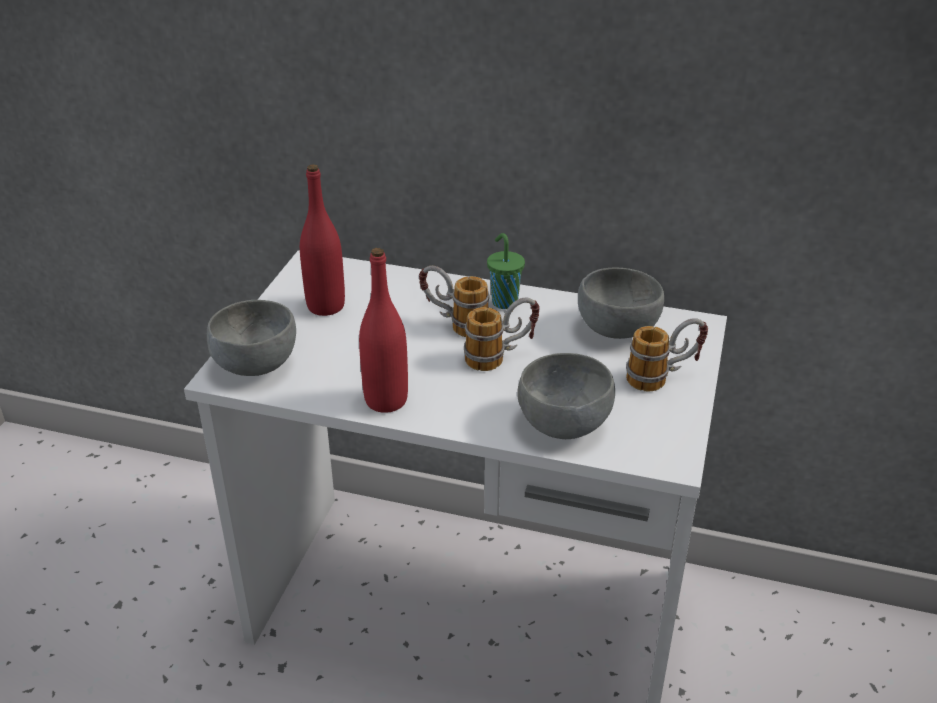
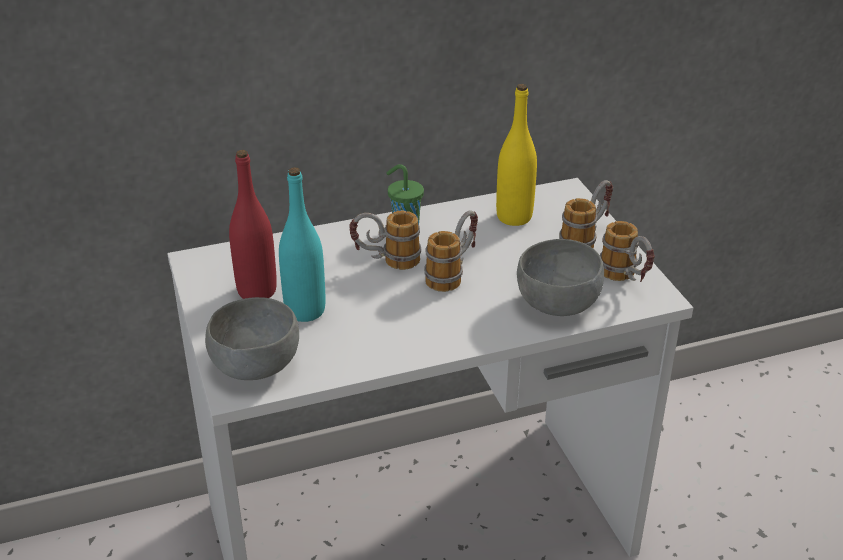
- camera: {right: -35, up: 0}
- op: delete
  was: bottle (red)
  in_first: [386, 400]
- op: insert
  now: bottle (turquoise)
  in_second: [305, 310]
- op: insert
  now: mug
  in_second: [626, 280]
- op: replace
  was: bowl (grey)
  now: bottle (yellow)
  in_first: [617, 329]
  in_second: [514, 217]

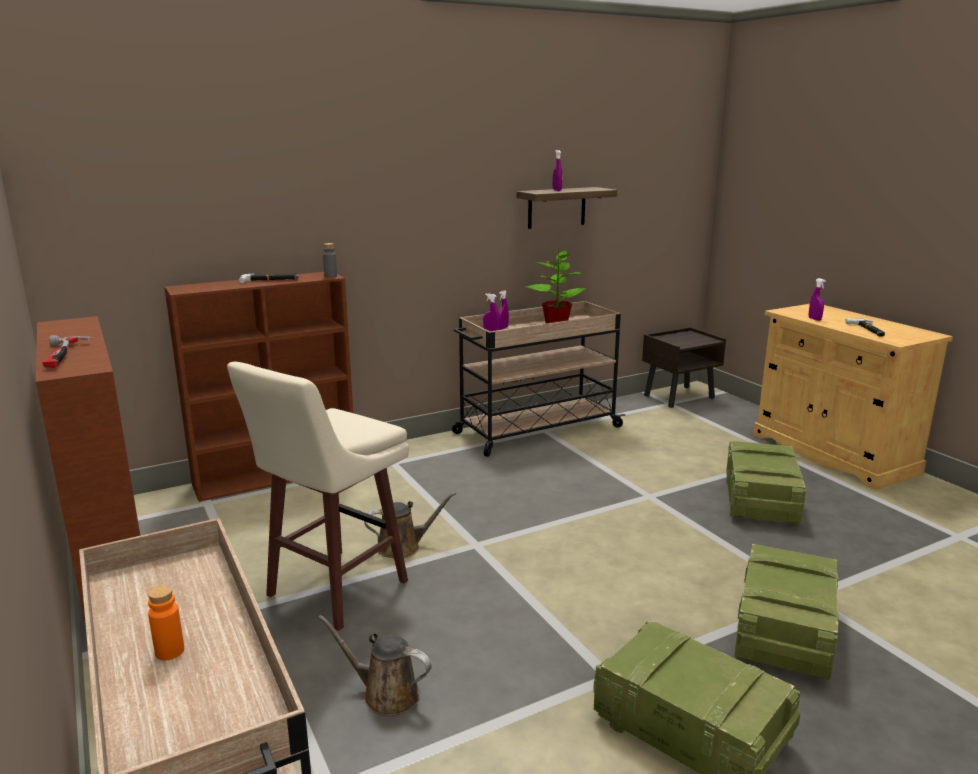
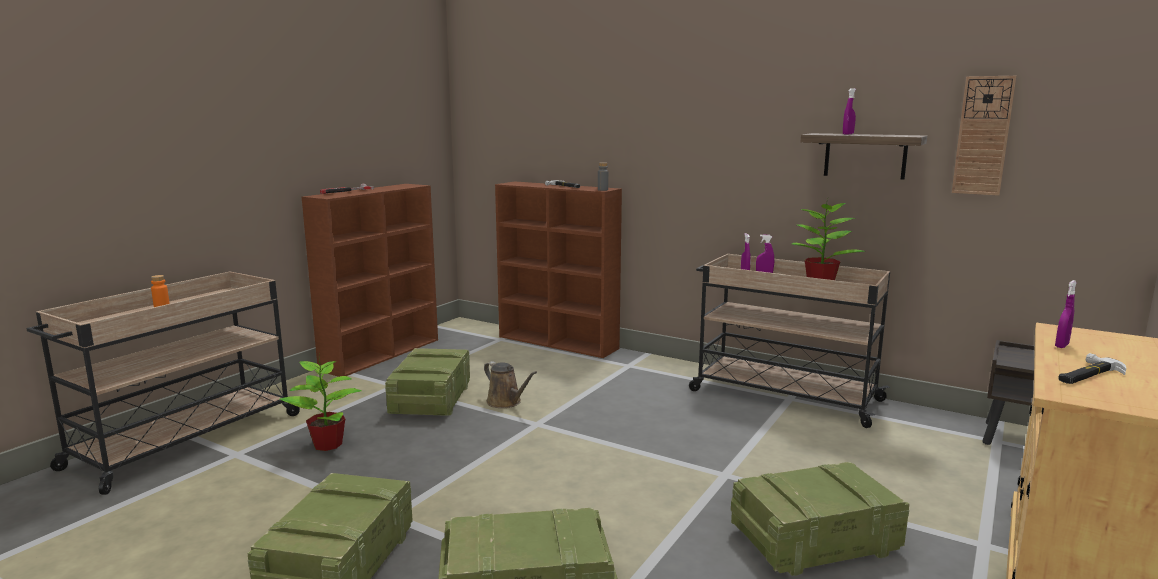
- camera: {right: 60, up: -5}
- op: insert
  now: wall clock
  in_second: [983, 136]
- op: replace
  was: stool (beige)
  now: crate
  in_first: [334, 590]
  in_second: [431, 399]
- op: replace
  was: watering can (brown)
  now: potted plant
  in_first: [386, 694]
  in_second: [329, 444]

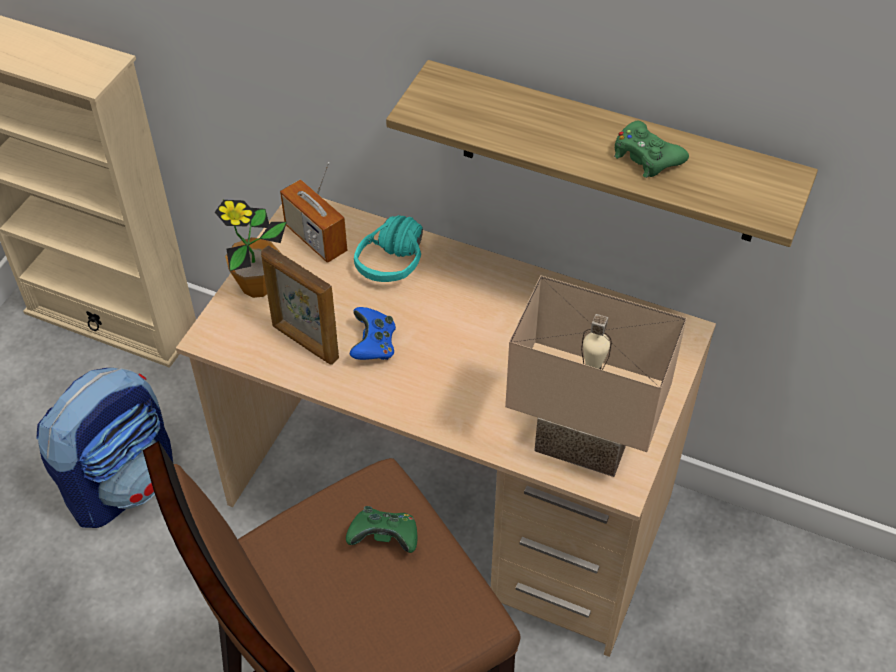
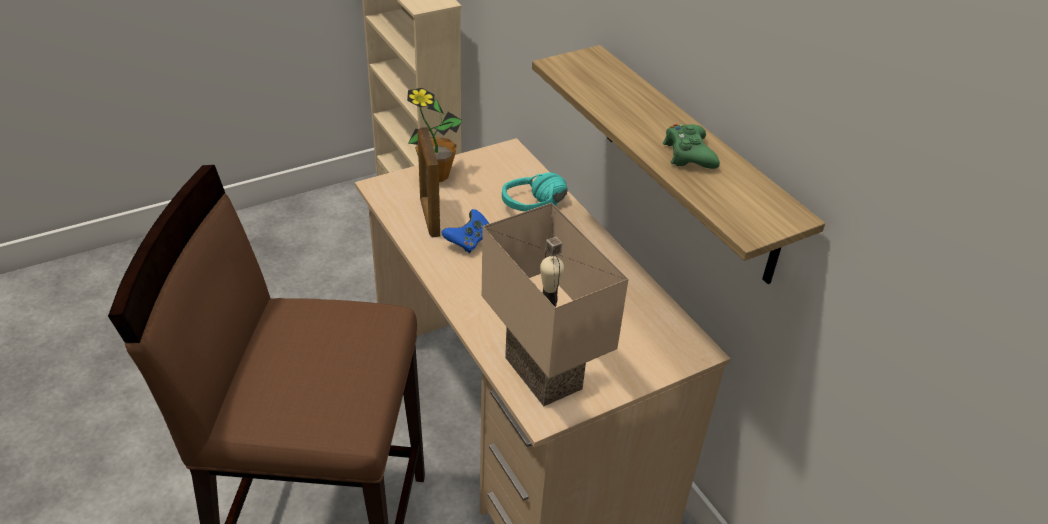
- camera: {right: 35, up: -10}
- op: delete
  was: backpack
  in_first: [122, 483]
- op: delete
  was: radio
  in_first: [315, 239]
- op: delete
  was: game controller (green)
  in_first: [385, 539]

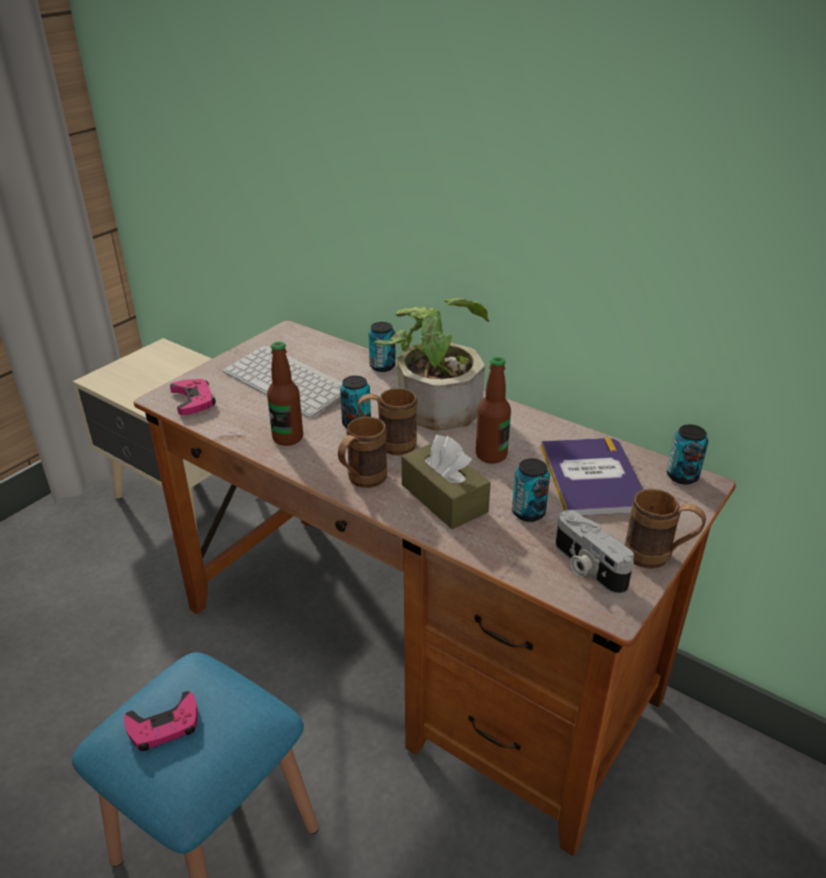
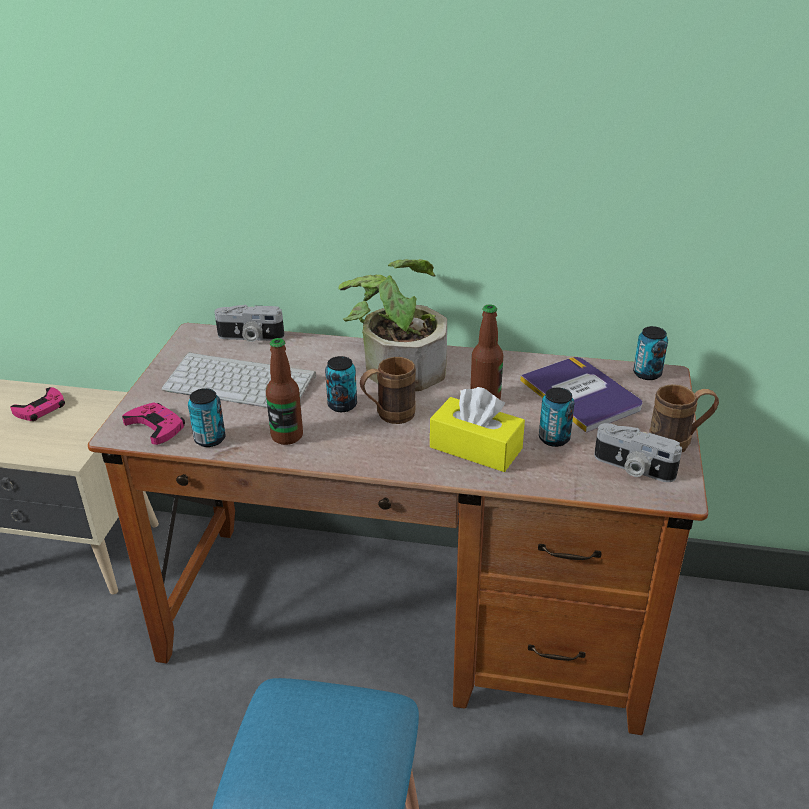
- camera: {right: -25, up: 0}
- op: delete
  was: mug (brown)
  in_first: [361, 481]
- op: insert
  now: photo camera
  in_second: [250, 337]
- op: move
  was: game controller (pink)
  in_first: [164, 726]
  in_second: [41, 409]
- op: move
  was: can
  in_first: [382, 366]
  in_second: [210, 439]
- op: recolor
  was: tissue box (brown)
  now: tissue box (yellow)
  in_first: [444, 498]
  in_second: [476, 448]

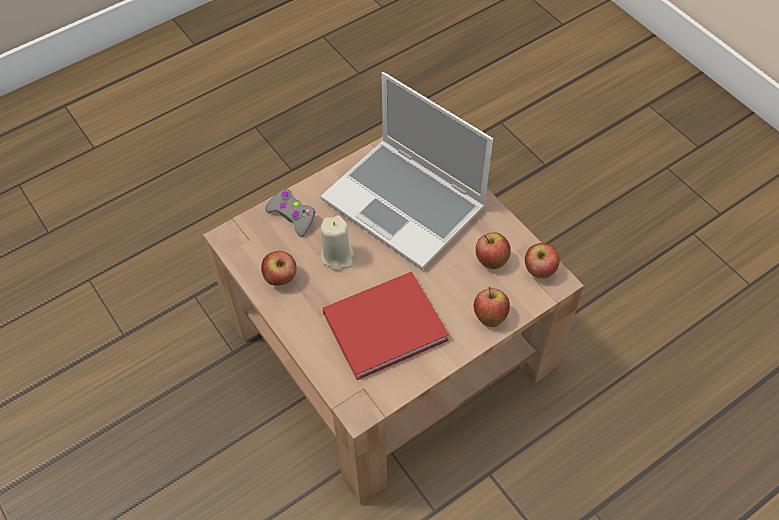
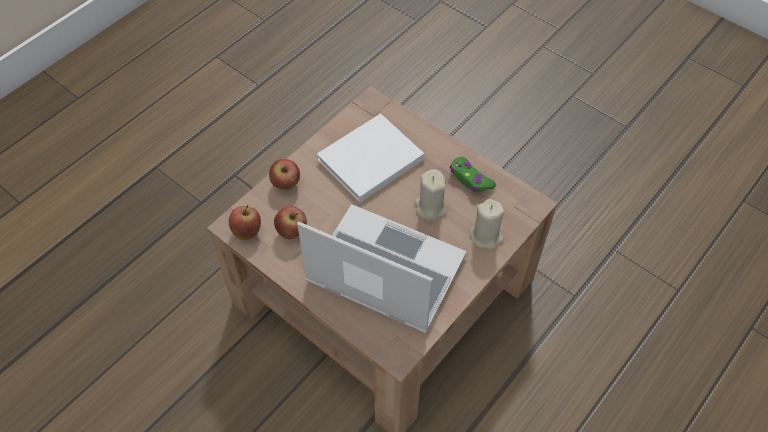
- camera: {right: 165, up: 0}
- op: replace
  was: apple
  now: game controller (green)
  in_first: [281, 279]
  in_second: [470, 179]
- op: replace
  was: game controller (grey)
  now: candle (beige)
  in_first: [292, 216]
  in_second: [486, 236]
- op: recolor
  was: book (red)
  now: book (white)
  in_first: [388, 325]
  in_second: [368, 161]

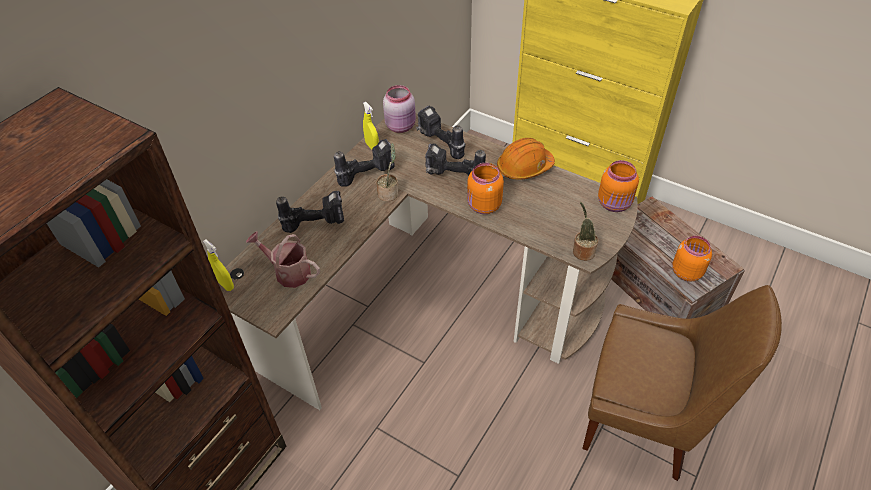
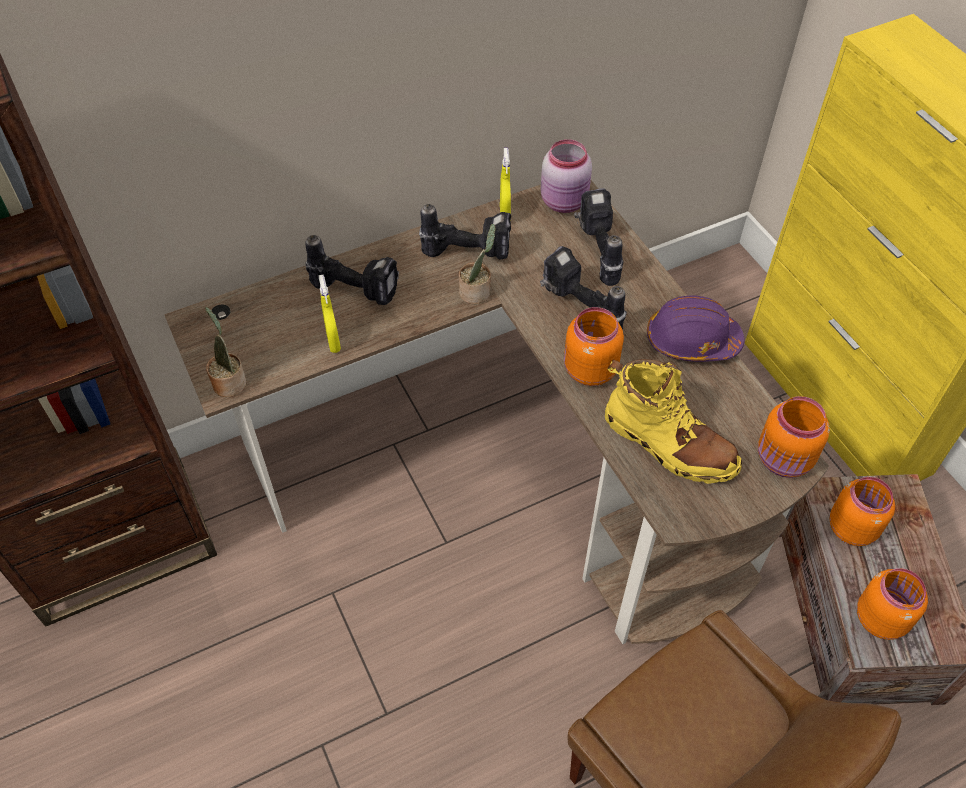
- camera: {right: 30, up: 5}
- op: delete
  was: watering can
  in_first: [288, 272]
- op: insert
  now: boot (yellow)
  in_second: [668, 444]
- op: insert
  now: jar (orange)
  in_second: [852, 527]
- op: move
  was: spray bottle (yellow)
  in_first: [225, 284]
  in_second: [333, 341]
- op: move
  was: potted plant
  in_first: [582, 251]
  in_second: [229, 382]
- op: recolor
  was: hard hat (orange)
  now: hard hat (purple)
  in_first: [524, 167]
  in_second: [691, 341]

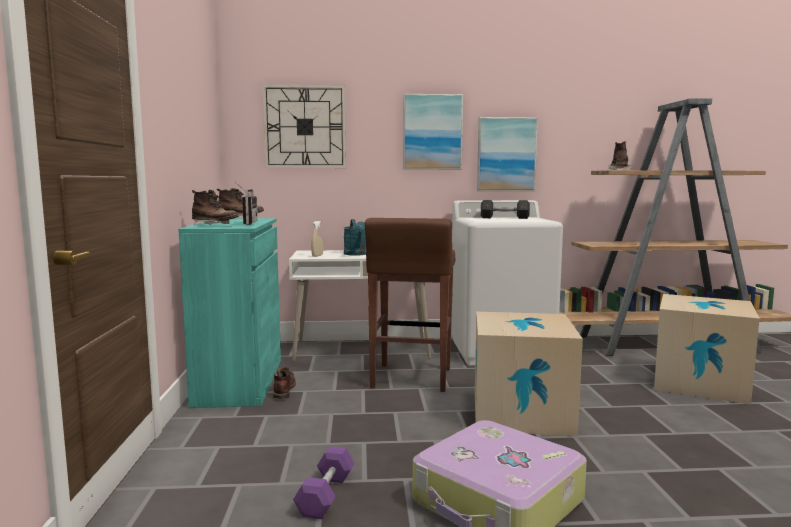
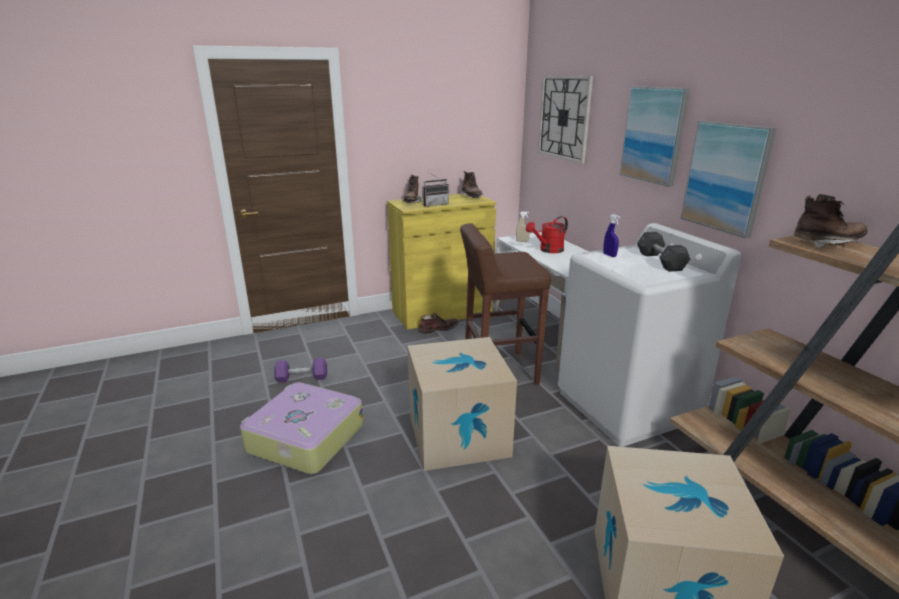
- camera: {right: 70, up: 15}
- op: insert
  now: spray bottle (blue)
  in_second: [609, 255]
- op: recolor
  was: cabinet (turquoise)
  now: cabinet (yellow)
  in_first: [240, 381]
  in_second: [442, 312]
- op: recolor
  was: watering can (turquoise)
  now: watering can (red)
  in_first: [357, 254]
  in_second: [548, 250]

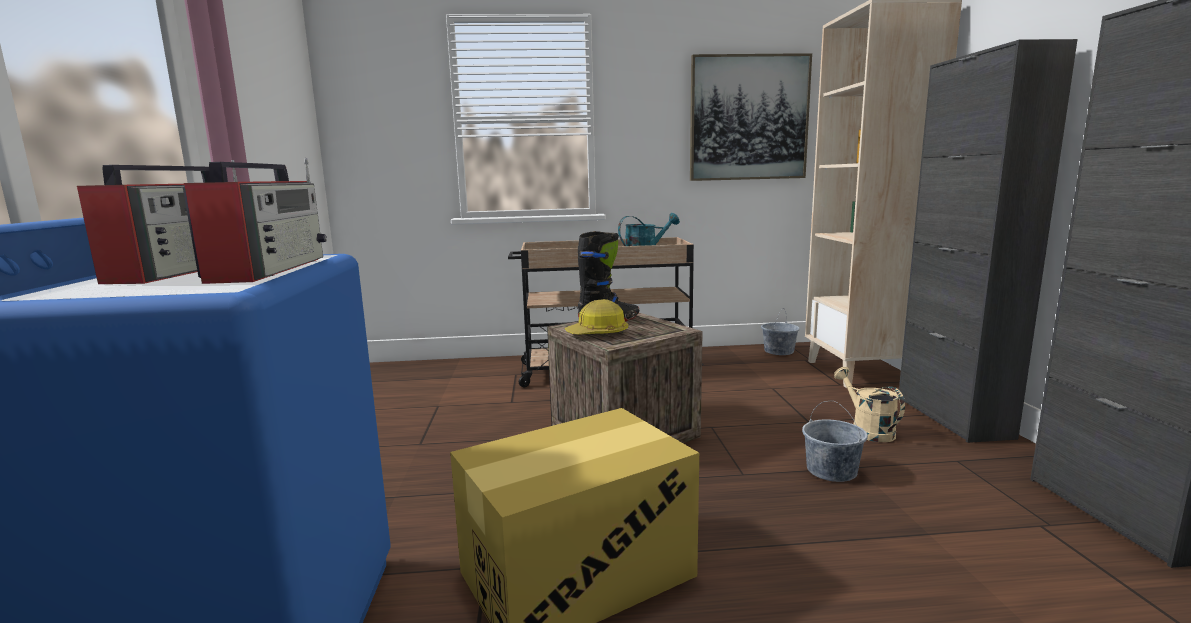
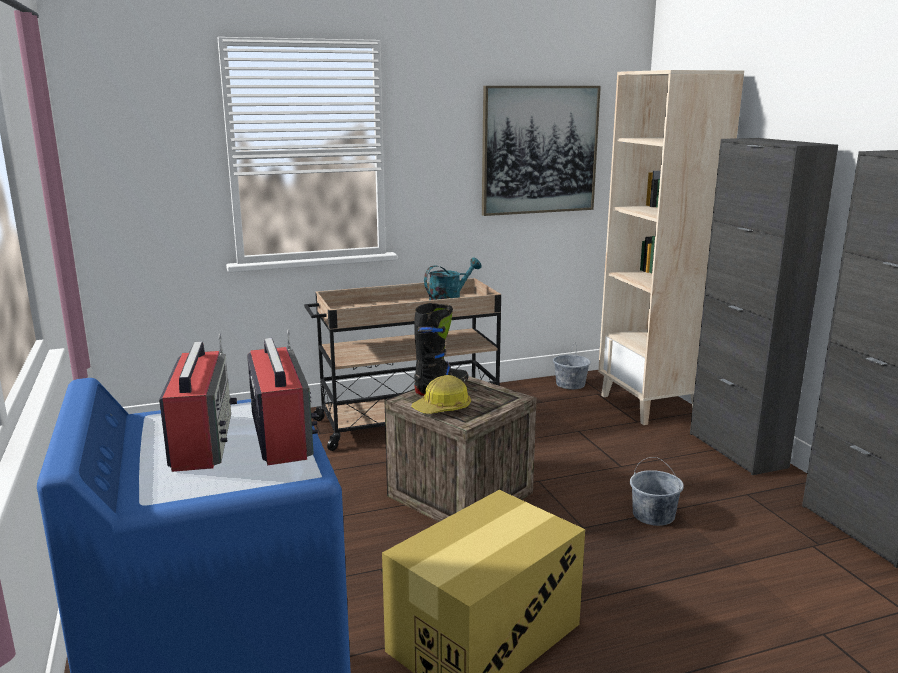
- camera: {right: -15, up: 5}
- op: delete
  was: watering can (beige)
  in_first: [867, 430]

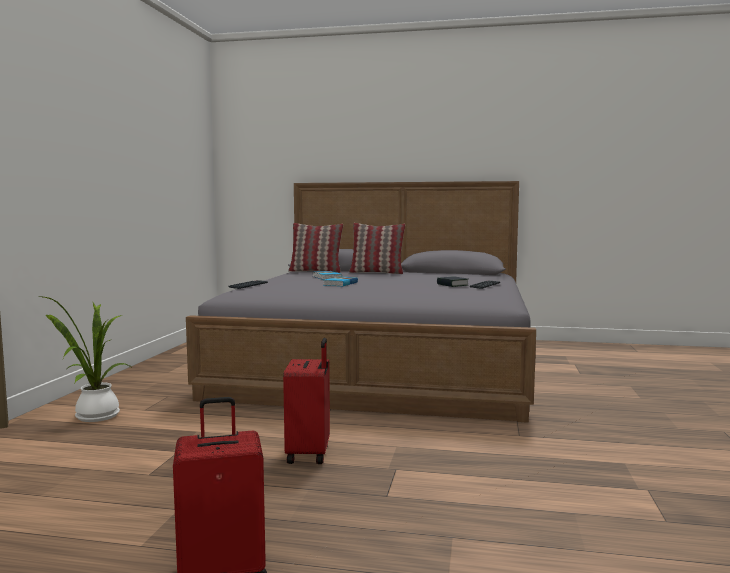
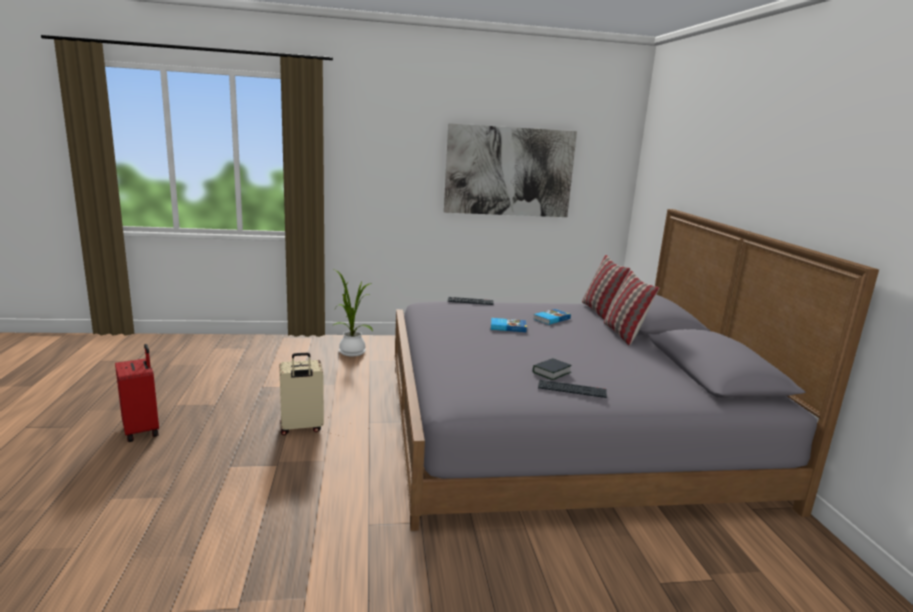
- camera: {right: 70, up: 10}
- op: insert
  now: picture
  in_second: [509, 171]
- op: recolor
  was: suitcase (red)
  now: suitcase (beige)
  in_first: [310, 454]
  in_second: [301, 428]

